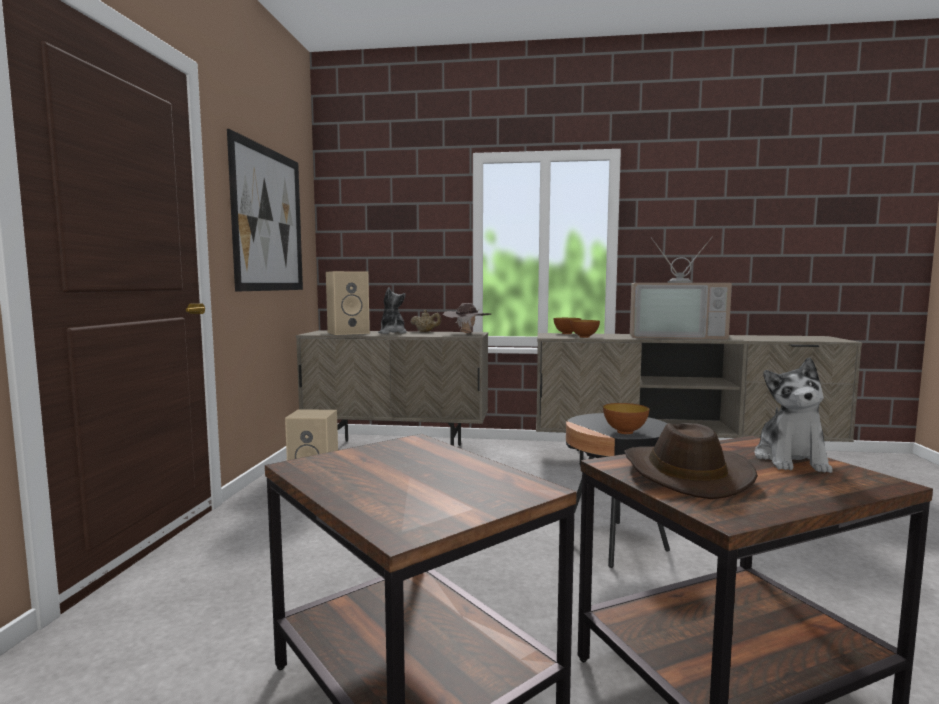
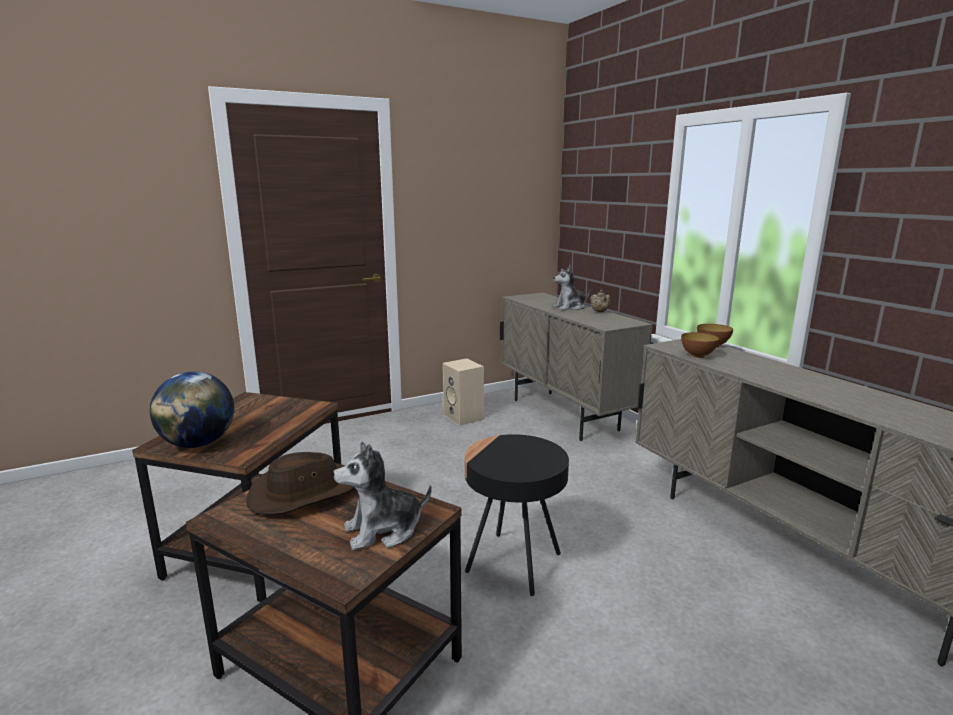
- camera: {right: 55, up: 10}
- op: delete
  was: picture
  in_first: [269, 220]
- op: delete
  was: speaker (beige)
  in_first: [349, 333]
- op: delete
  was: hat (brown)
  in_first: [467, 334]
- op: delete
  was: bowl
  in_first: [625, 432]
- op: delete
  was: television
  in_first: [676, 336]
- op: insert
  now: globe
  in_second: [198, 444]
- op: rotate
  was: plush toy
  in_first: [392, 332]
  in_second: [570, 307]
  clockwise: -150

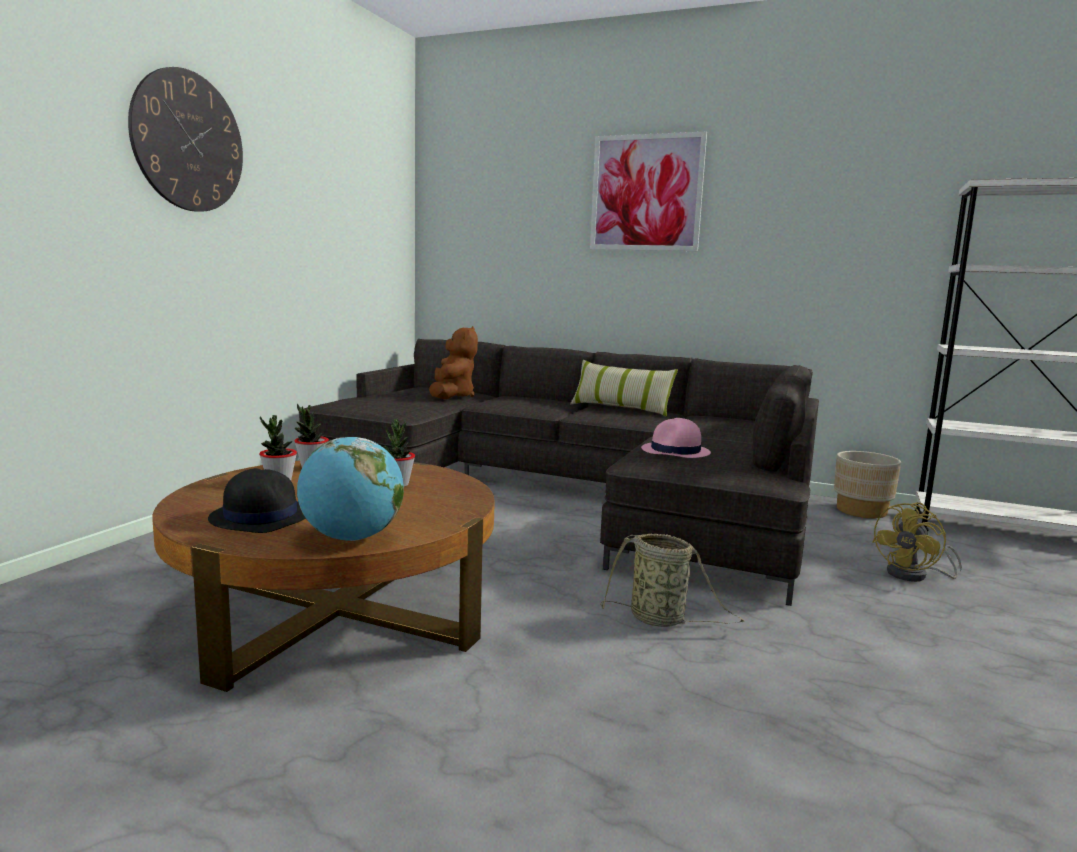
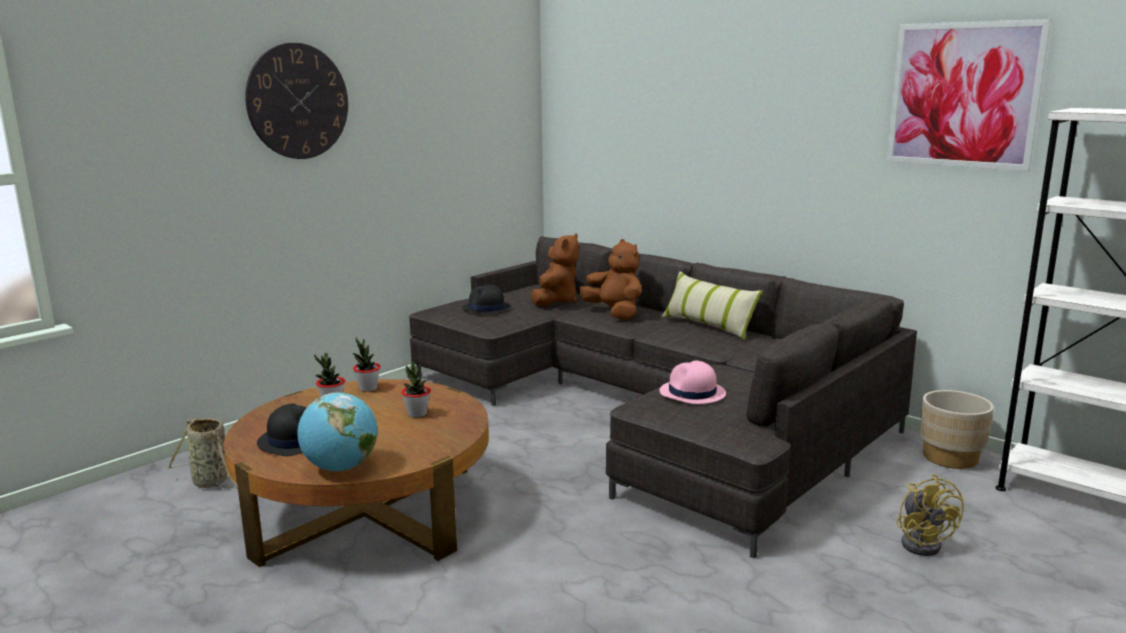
- camera: {right: 20, up: 5}
- op: insert
  now: hat (black)
  in_second: [486, 309]
- op: insert
  now: plush toy (brown)
  in_second: [614, 313]
- op: move
  was: picture
  in_first: [646, 193]
  in_second: [963, 95]
- op: move
  was: basket
  in_first: [661, 620]
  in_second: [212, 483]
- op: rotate
  was: fan (yellow)
  in_first: [915, 575]
  in_second: [923, 543]
  clockwise: -75

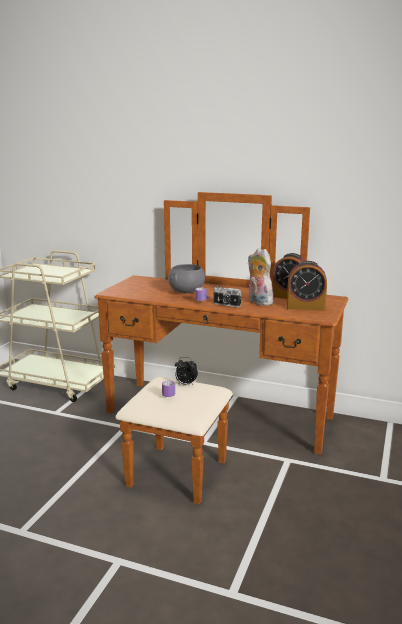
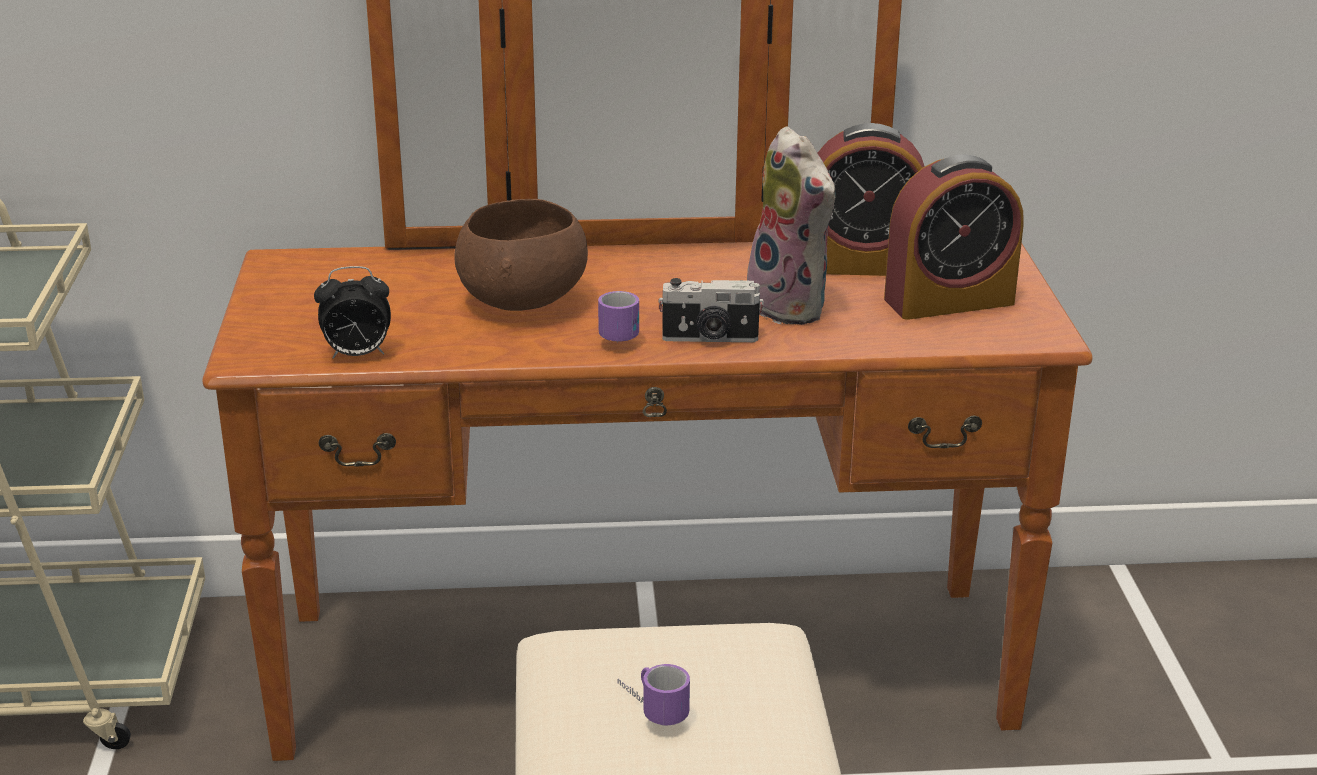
- camera: {right: -25, up: 10}
- op: move
  was: alarm clock
  in_first: [185, 384]
  in_second: [357, 355]
- op: recolor
  was: bowl (grey)
  now: bowl (brown)
  in_first: [186, 292]
  in_second: [523, 303]
- op: rotate
  was: plush toy
  in_first: [258, 302]
  in_second: [793, 306]
  clockwise: -150

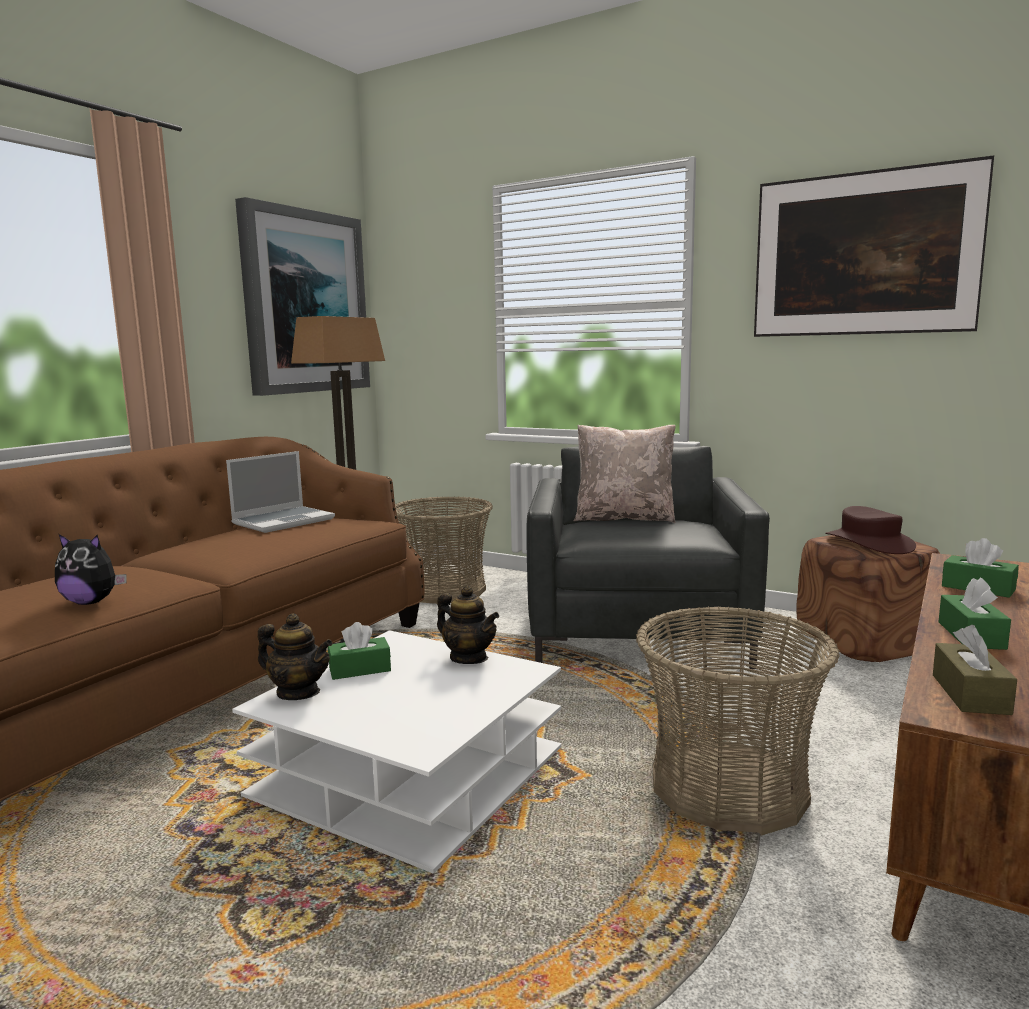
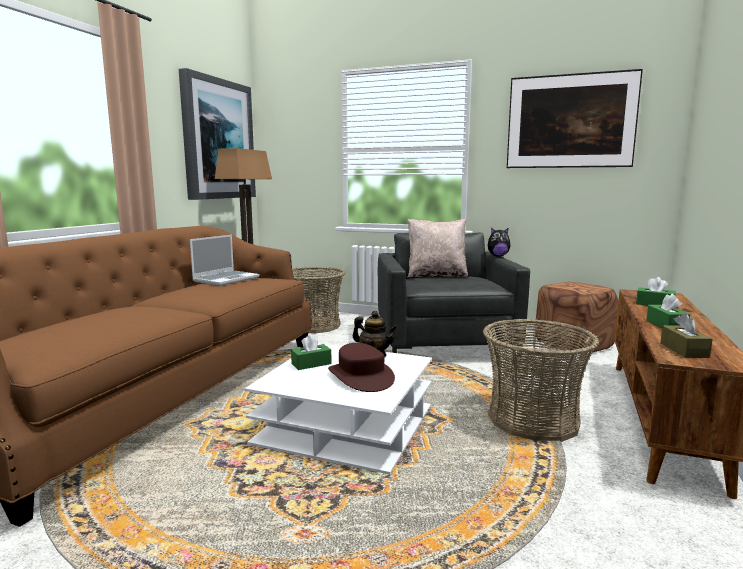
- camera: {right: -10, up: 0}
- op: delete
  was: teapot
  in_first: [298, 693]
- op: move
  was: plush toy
  in_first: [91, 602]
  in_second: [498, 256]
- op: move
  was: hat (brown)
  in_first: [869, 542]
  in_second: [361, 376]

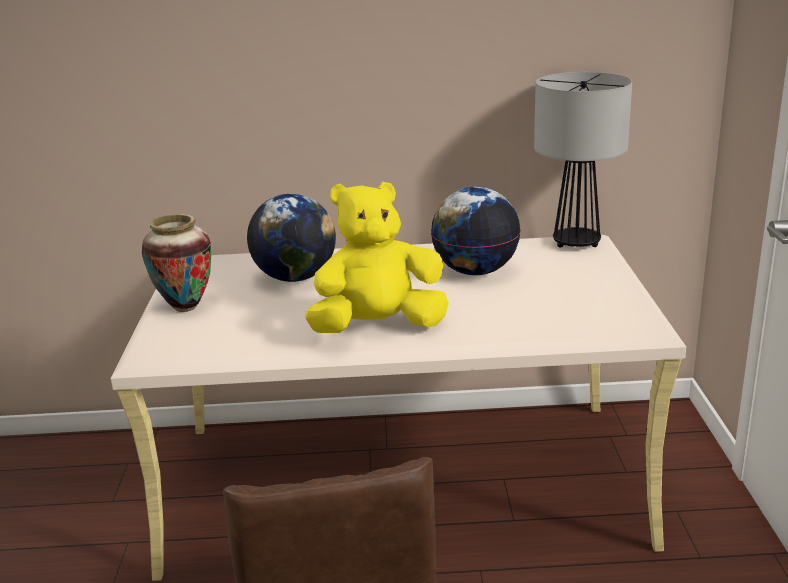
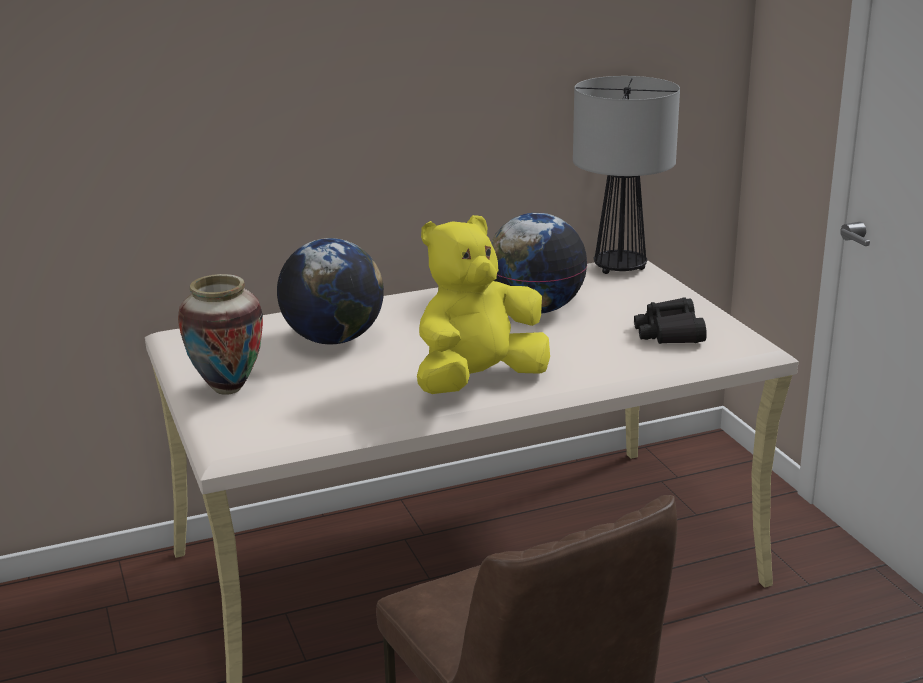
- camera: {right: -20, up: 0}
- op: insert
  now: binoculars (black)
  in_second: [669, 333]

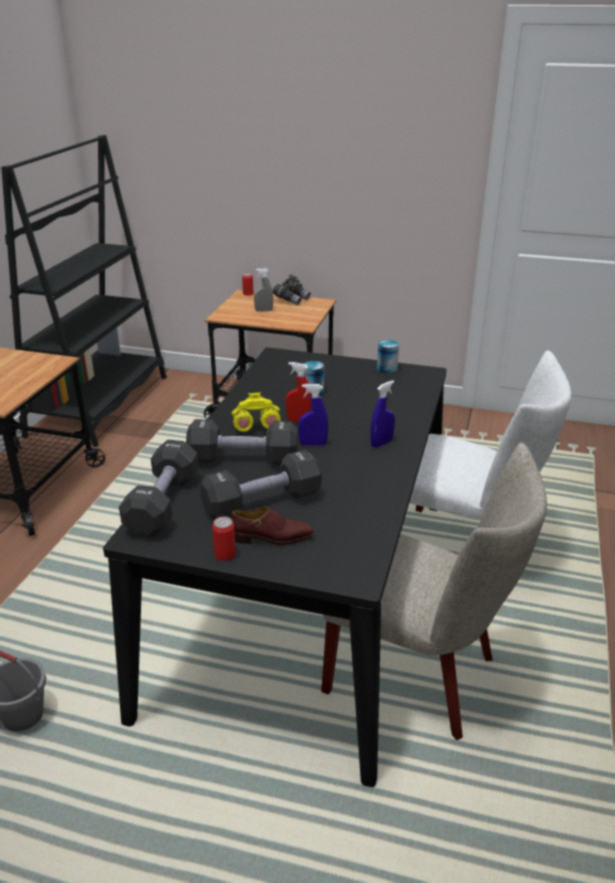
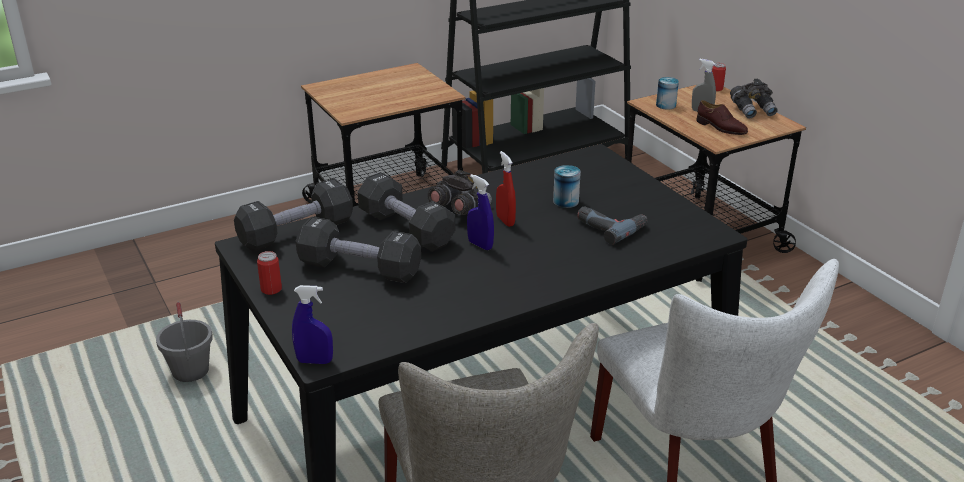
- camera: {right: 45, up: 0}
- op: insert
  now: power drill
  in_second: [610, 226]
- op: move
  was: shoe (brown)
  in_first: [272, 538]
  in_second: [721, 128]
- op: move
  was: spray bottle (blue)
  in_first: [381, 443]
  in_second: [314, 361]
- op: move
  was: can
  in_first: [387, 369]
  in_second: [666, 105]
- op: recolor
  was: binoculars (yellow)
  now: binoculars (grey)
  in_first: [255, 428]
  in_second: [459, 210]

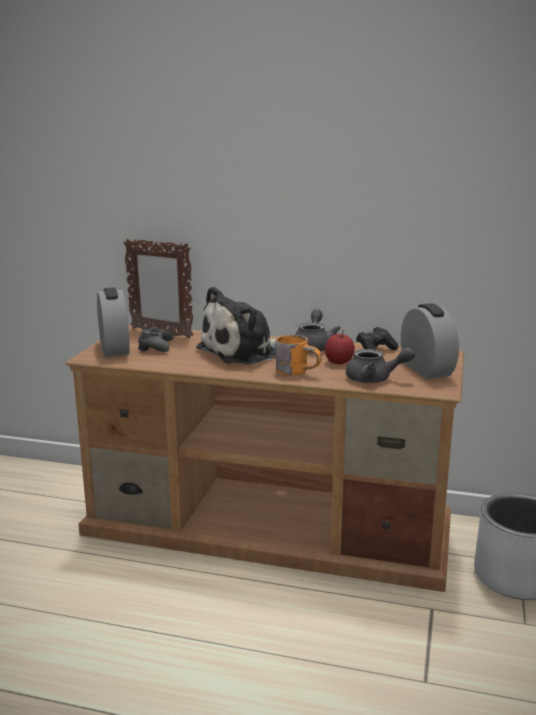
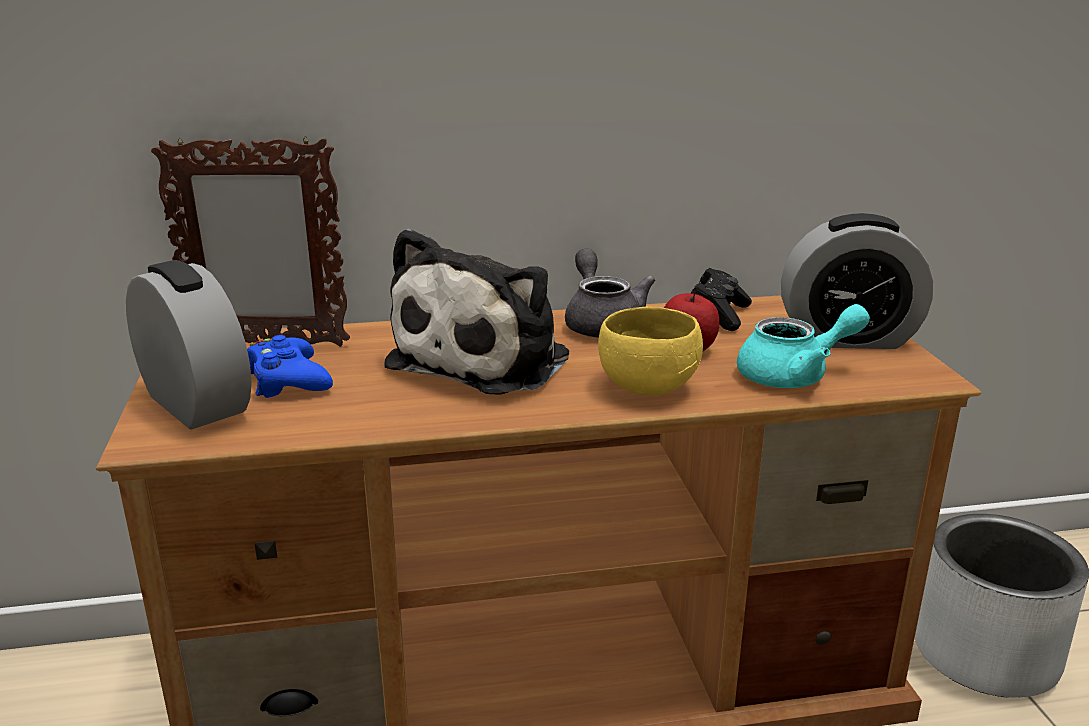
- camera: {right: -25, up: 5}
- op: replace
  was: mug (orange)
  now: bowl (yellow)
  in_first: [298, 372]
  in_second: [644, 386]
- op: recolor
  was: game controller (black)
  now: game controller (blue)
  in_first: [155, 347]
  in_second: [288, 381]
- op: recolor
  was: teapot (grey)
  now: teapot (turquoise)
  in_first: [375, 379]
  in_second: [795, 375]
- op: rotate
  was: alarm clock
  in_first: [426, 370]
  in_second: [847, 338]
  clockwise: 135

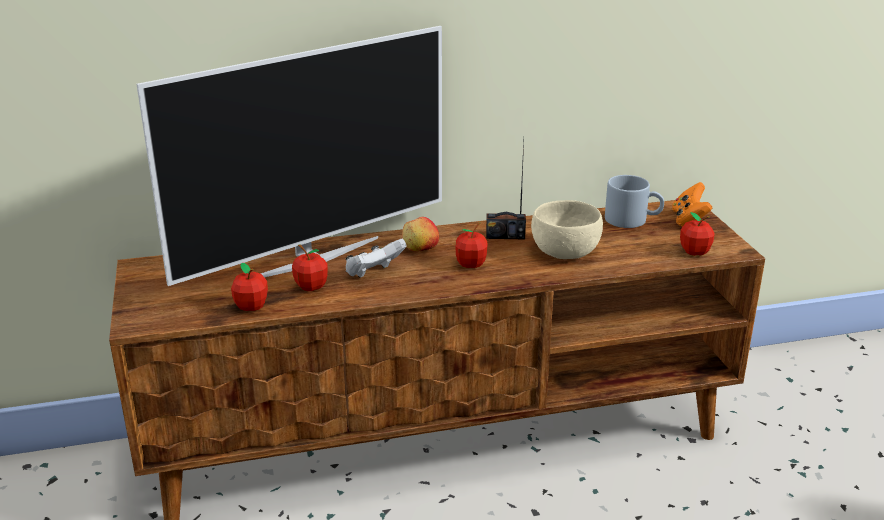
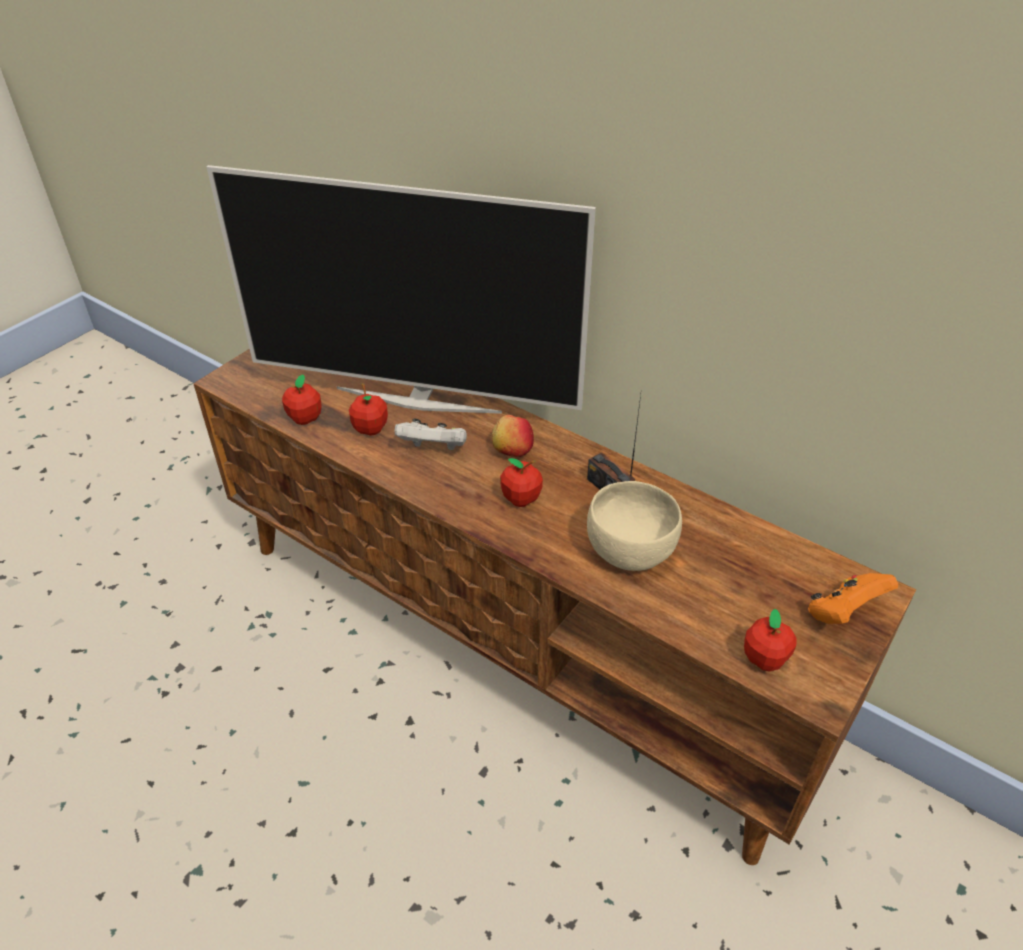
- camera: {right: 50, up: 15}
- op: delete
  was: mug (grey)
  in_first: [633, 220]

